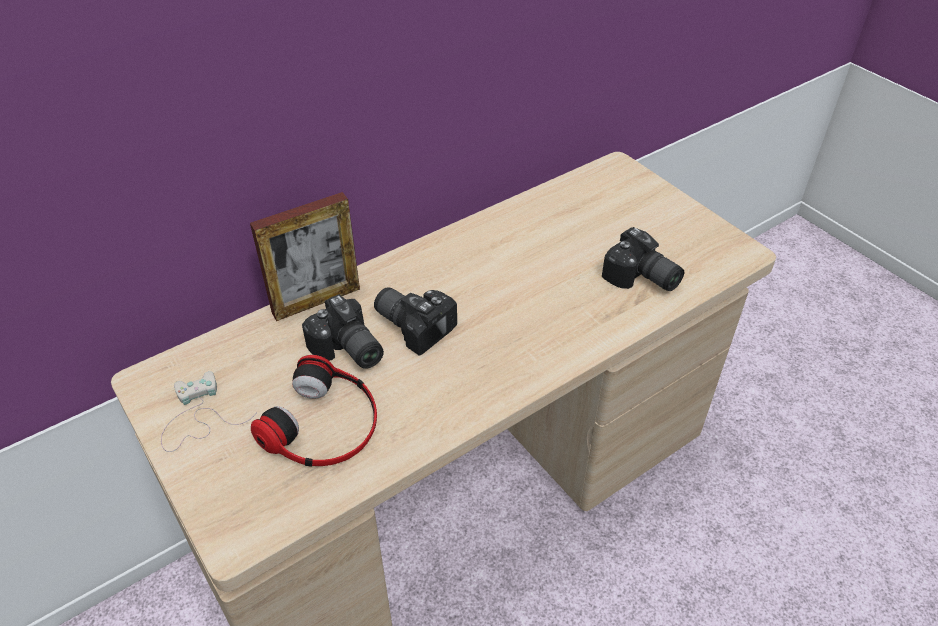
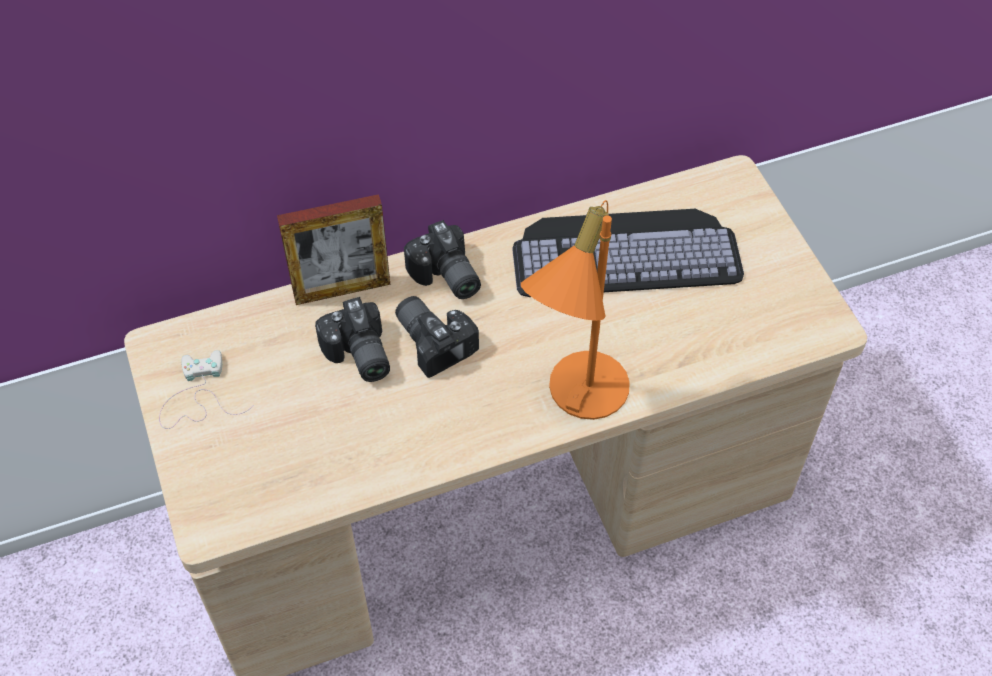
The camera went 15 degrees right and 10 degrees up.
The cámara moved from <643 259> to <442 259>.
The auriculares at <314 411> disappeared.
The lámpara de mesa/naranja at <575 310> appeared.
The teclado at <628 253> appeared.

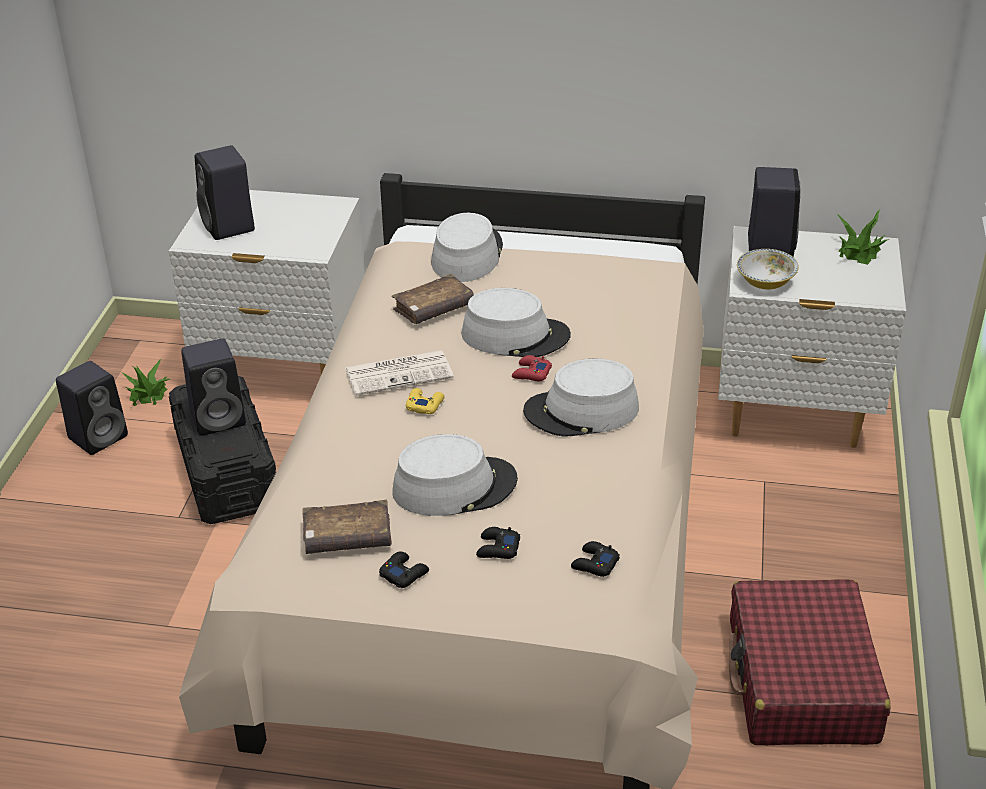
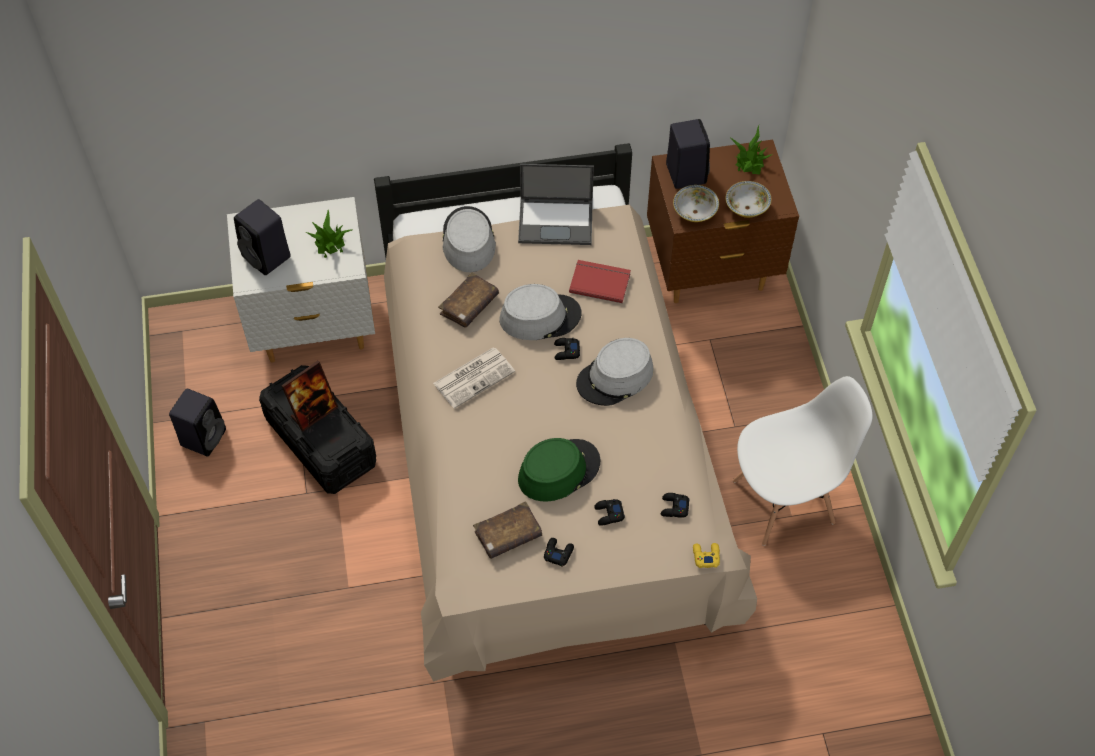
The camera went 20 degrees left and 20 degrees up.
The mesita de noche/blanco at <812 337> became the mesita de noche/marrón at <723 221>.
The altavoz/negro at <213 387> was replaced by the portarretratos at <309 396>.
The mando de consola/rojo at <532 368> became the mando de consola/negro at <567 349>.
The planta en maceta moved from <145 382> to <328 234>.
The mando de consola/amarillo moved from <425 401> to <706 555>.
The sombrero/gris at <455 475> became the sombrero/verde at <559 470>.
The maleta/rojo at <810 662> was replaced by the silla/blanco at <802 461>.
The portátil at <556 204> appeared.
The cuenco at <748 199> appeared.
The libro/rojo at <600 281> appeared.

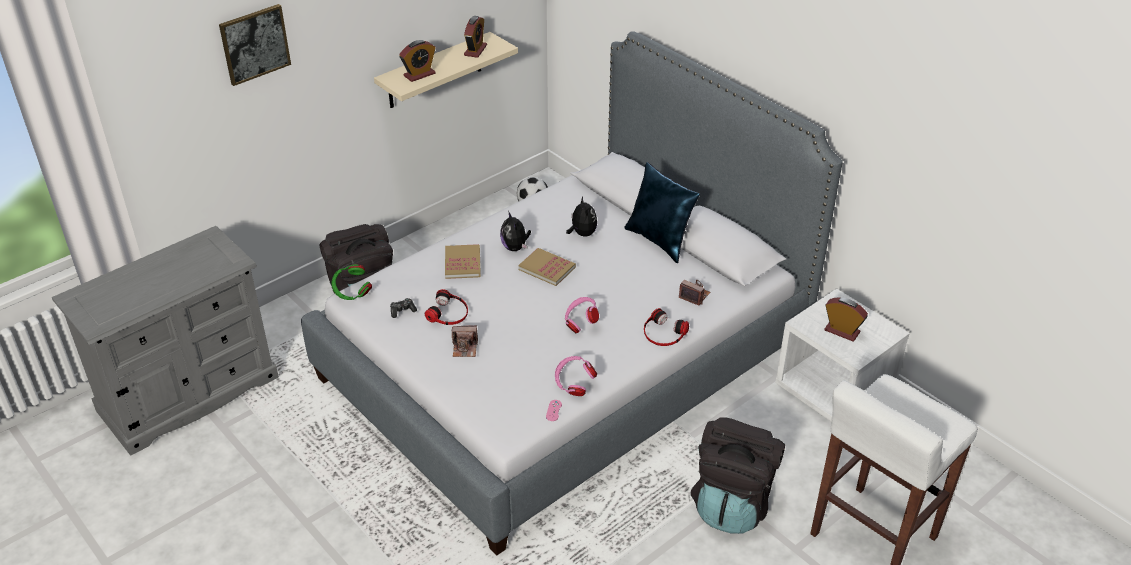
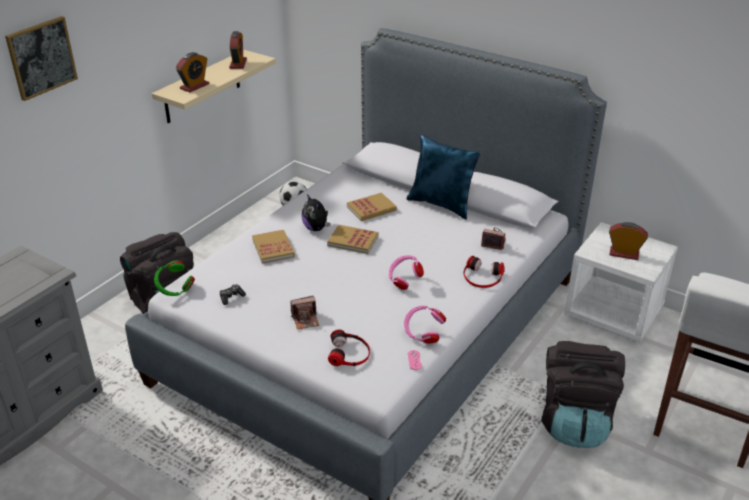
The camera went 15 degrees left and 5 degrees down.
The peluche at <581 216> was replaced by the libro at <372 207>.
The auriculares moved from <446 307> to <349 347>.

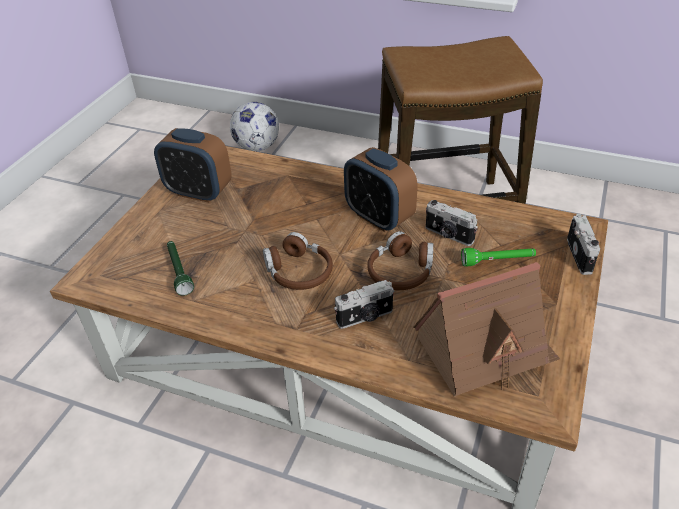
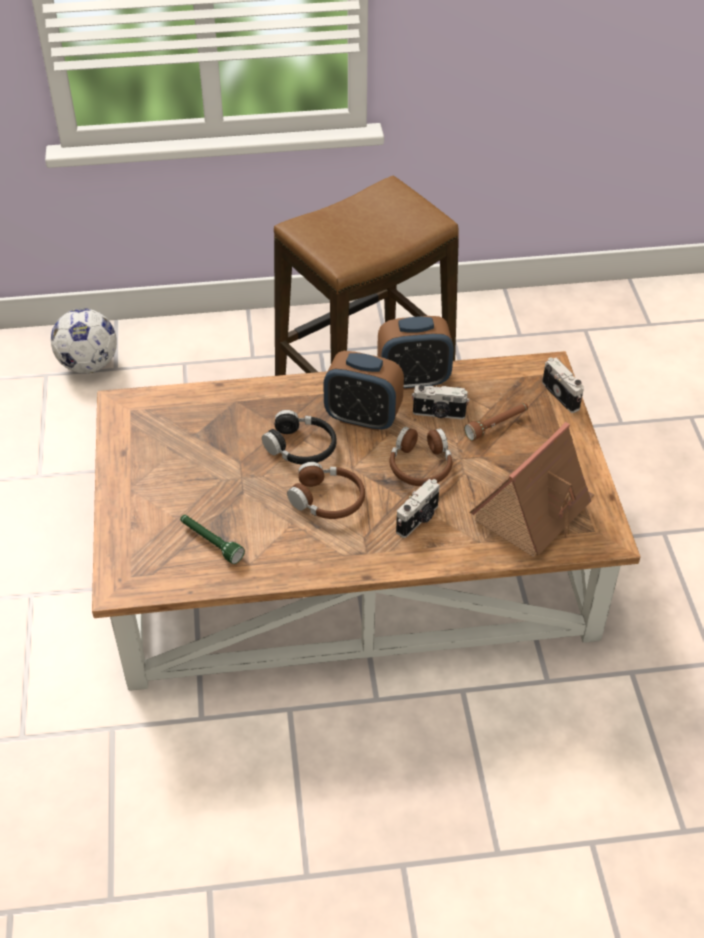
The camera went 30 degrees left and 5 degrees up.
The despertador moved from <193 165> to <415 353>.
The linterna/verde at <498 257> became the linterna/marrón at <496 422>.
The auriculares/negro at <299 437> appeared.

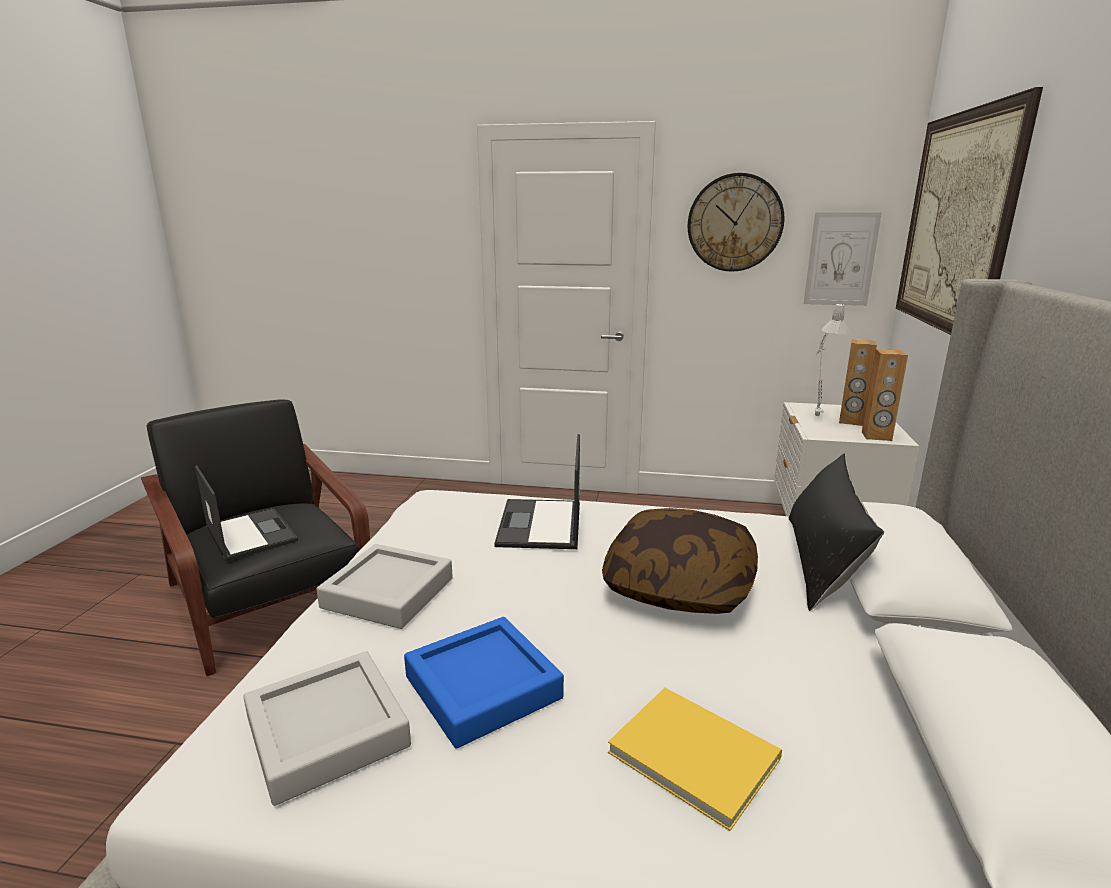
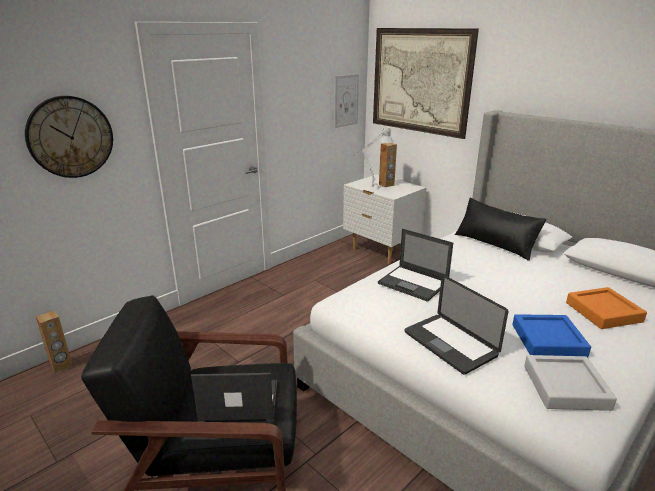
The camera went 55 degrees left and 5 degrees up.
The reloj de pared moved from <736 222> to <69 137>.
The altavoz/marrón moved from <885 395> to <54 341>.
The cojín at <680 561> disappeared.
The bandeja/gris at <385 586> was replaced by the portátil at <456 325>.
The libro/amarillo at <695 759> was replaced by the bandeja/naranja at <606 308>.

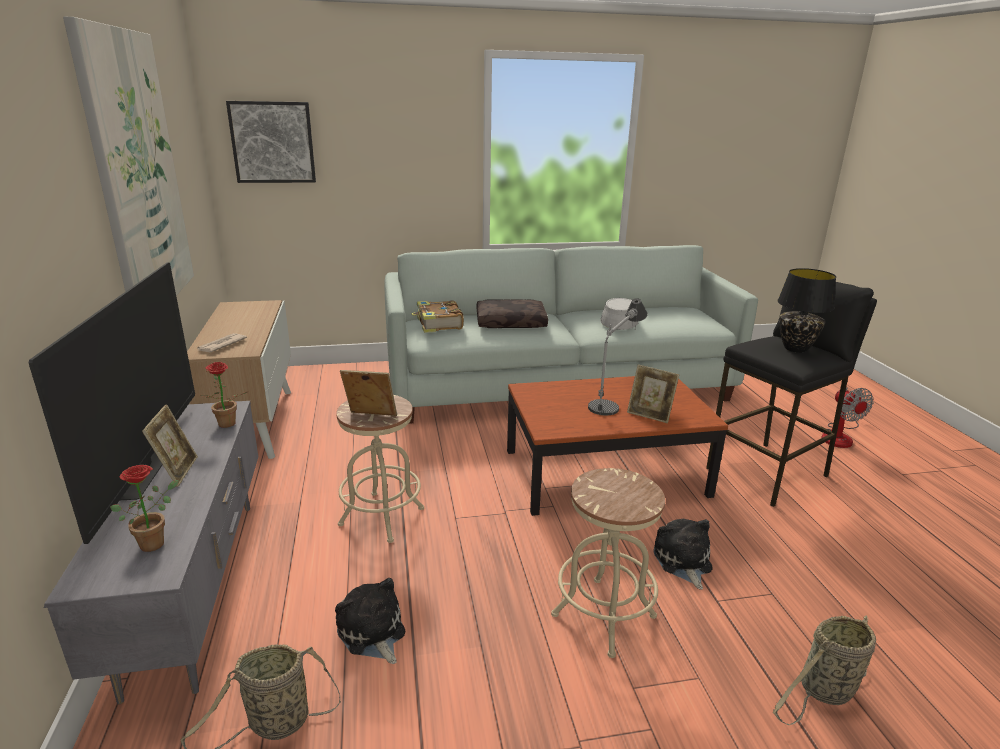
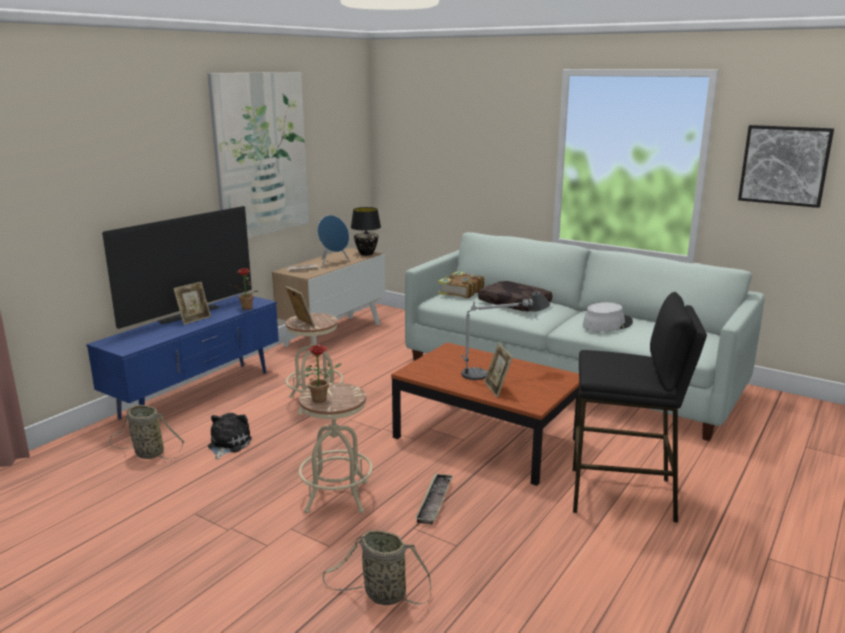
The camera went 45 degrees right and 5 degrees down.
The cuadro moved from <271 142> to <786 166>.
The lámpara de mesa/negro moved from <806 310> to <366 231>.
The ventilador at <847 417> disappeared.
The mueble de televisión/gris at <151 552> became the mueble de televisión/azul at <182 357>.
The planta en maceta moved from <144 508> to <323 374>.
The peluche at <682 554> was replaced by the bandeja at <434 499>.
The altavoz/azul at <333 240> appeared.

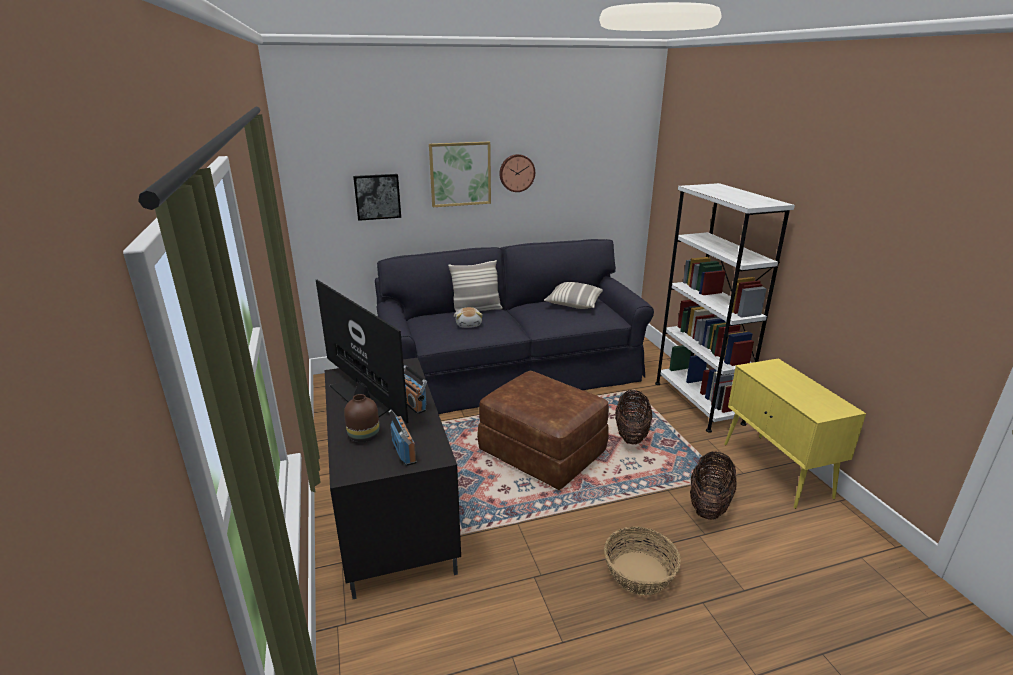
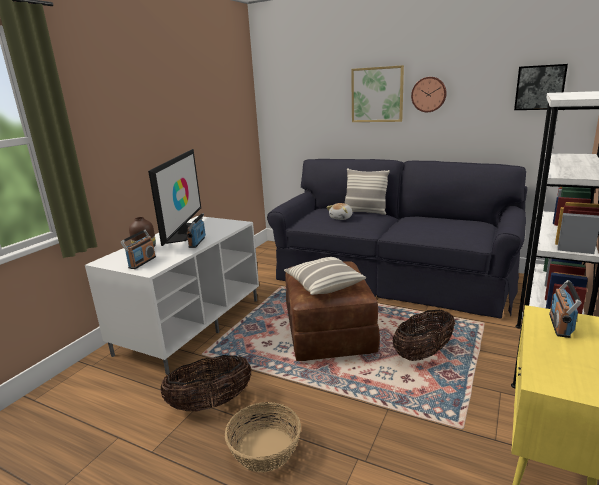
The camera went 45 degrees right and 5 degrees down.
The cuadro moved from <377 197> to <541 87>.
The cojín moved from <573 295> to <325 276>.
The mueble de televisión/negro at <393 478> became the mueble de televisión/blanco at <172 295>.
The cesta moved from <713 485> to <206 383>.
The radio at <565 309> appeared.

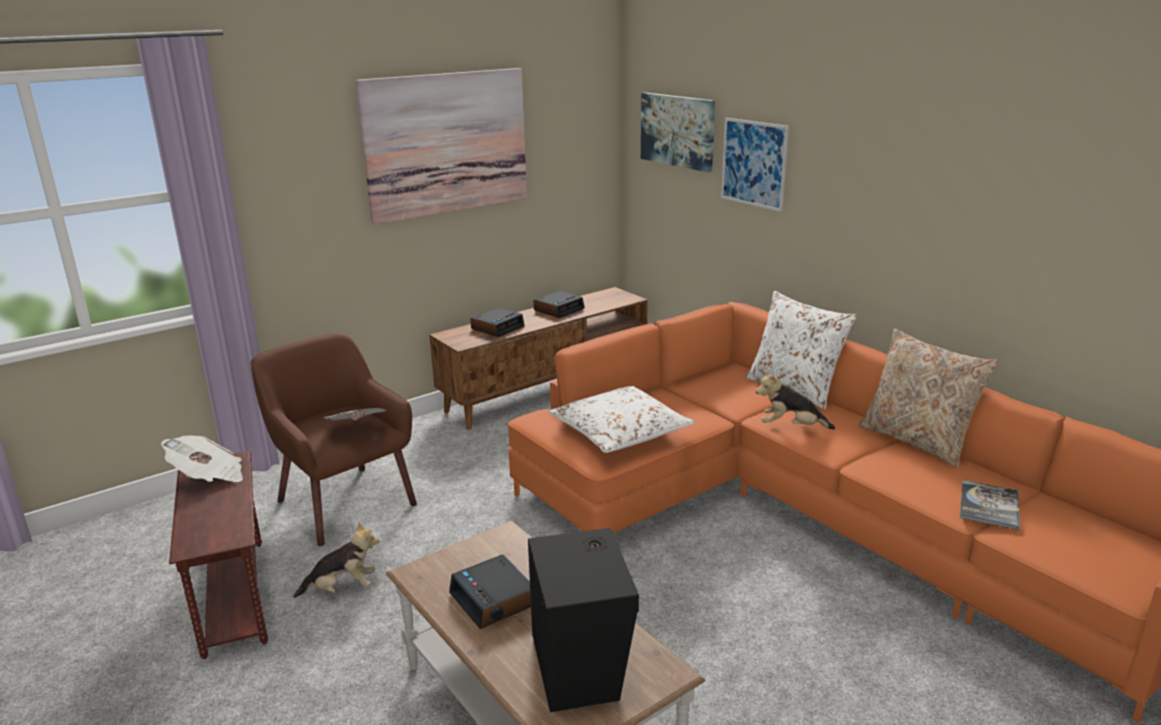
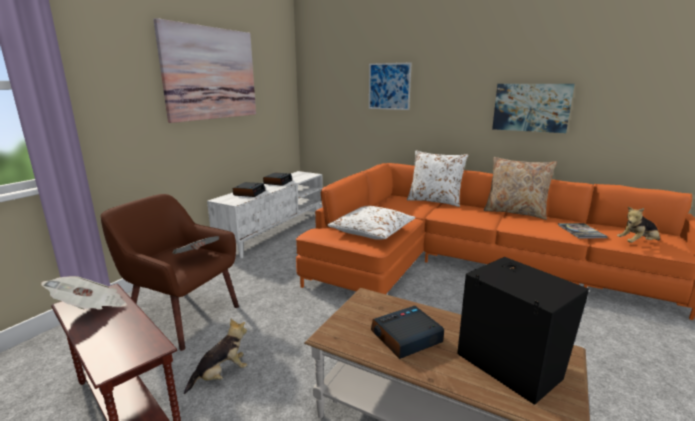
The camera went 25 degrees left and 5 degrees down.
The cuadro moved from <678 132> to <533 108>.
The mueble de televisión/marrón at <538 358> became the mueble de televisión/blanco at <265 214>.
The peluche moved from <795 400> to <638 225>.
The despertador at <490 592> turned 120 degrees clockwise.

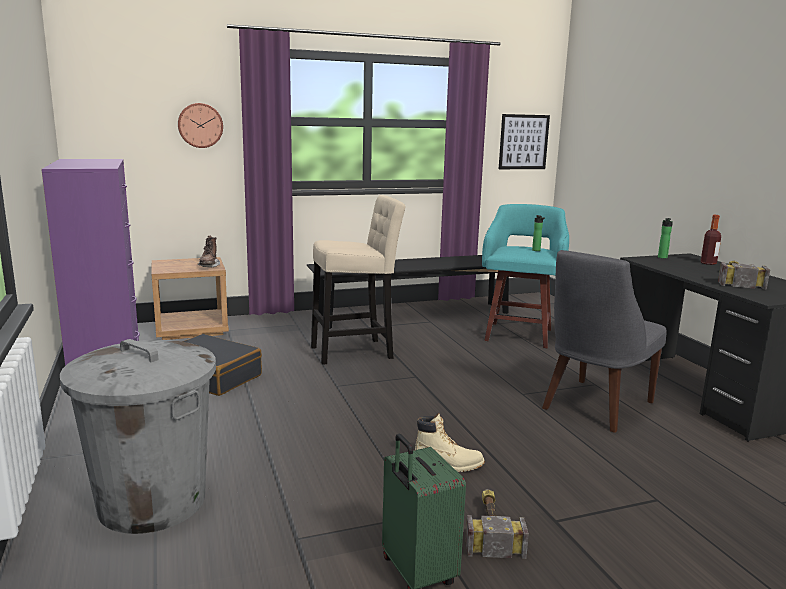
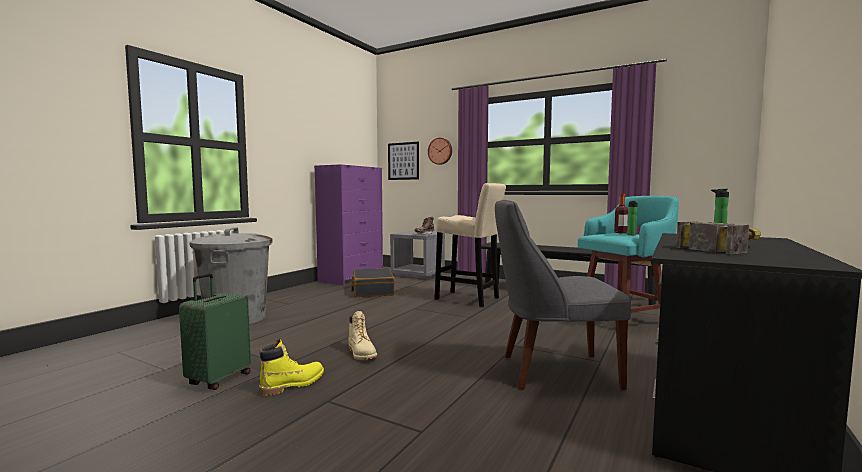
The camera went 50 degrees right and 10 degrees down.
The cuadro moved from <524 141> to <403 161>.
The botella moved from <711 240> to <621 213>.
The mesita de noche/marrón at <190 298> became the mesita de noche/gris at <417 255>.
The martillo at <497 524> was replaced by the bota/amarillo at <291 367>.

